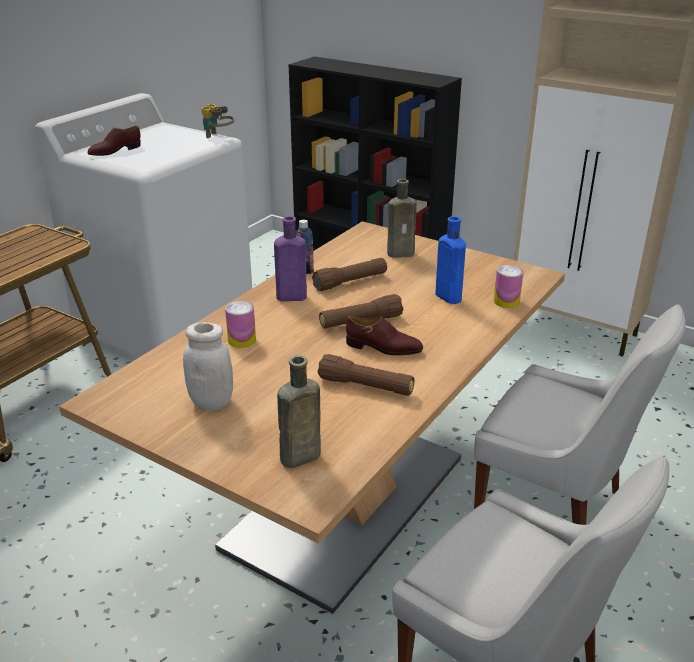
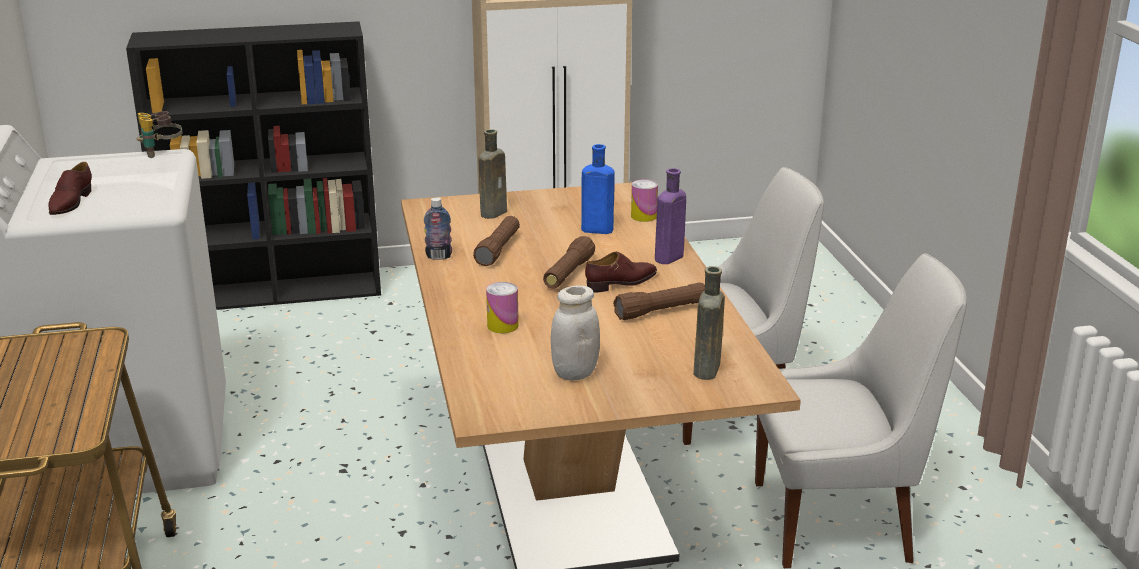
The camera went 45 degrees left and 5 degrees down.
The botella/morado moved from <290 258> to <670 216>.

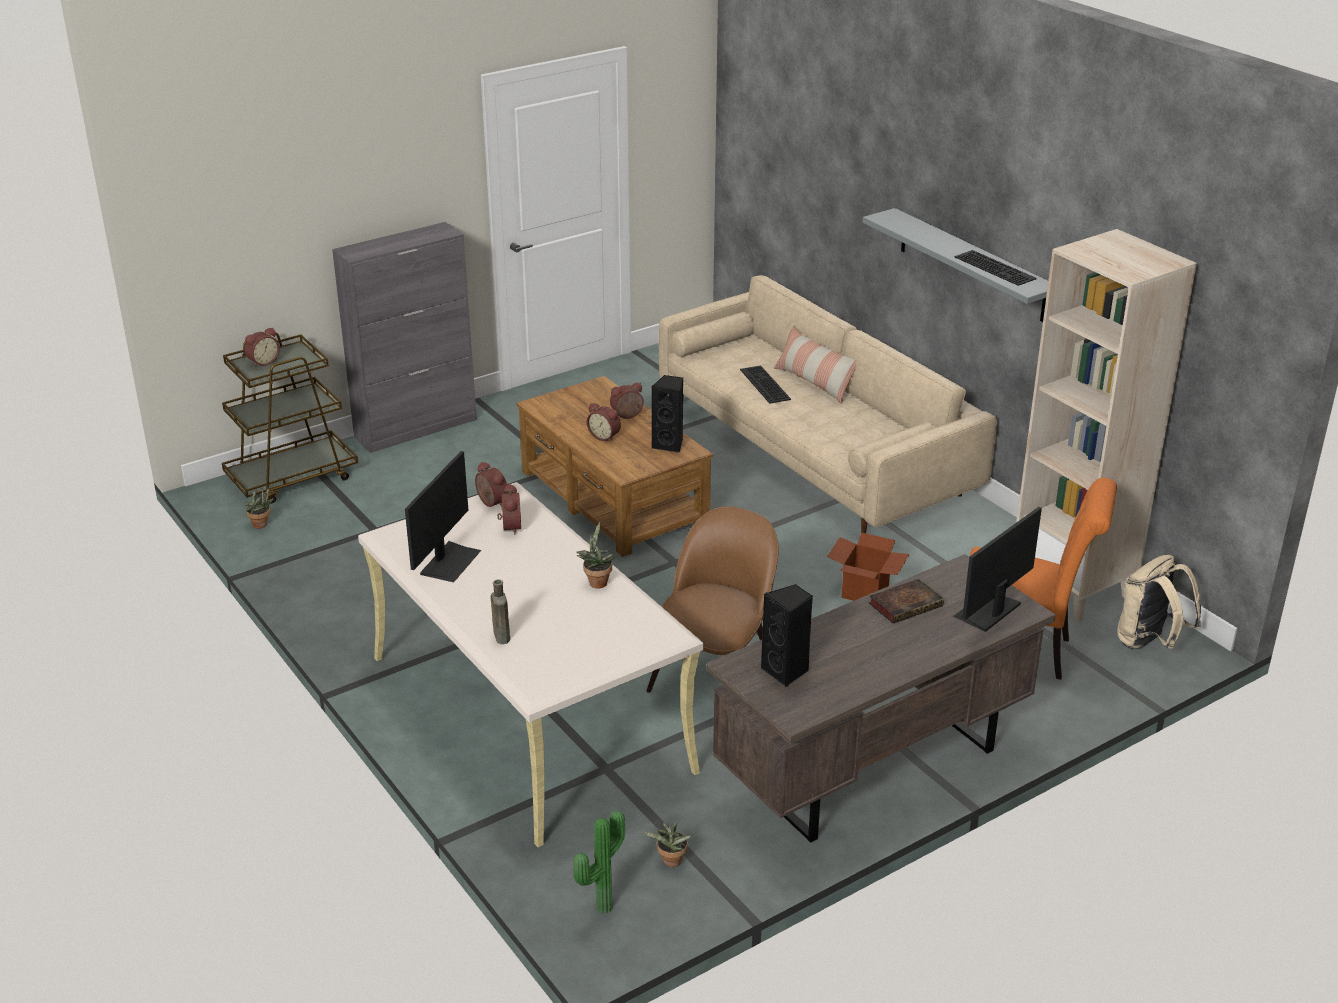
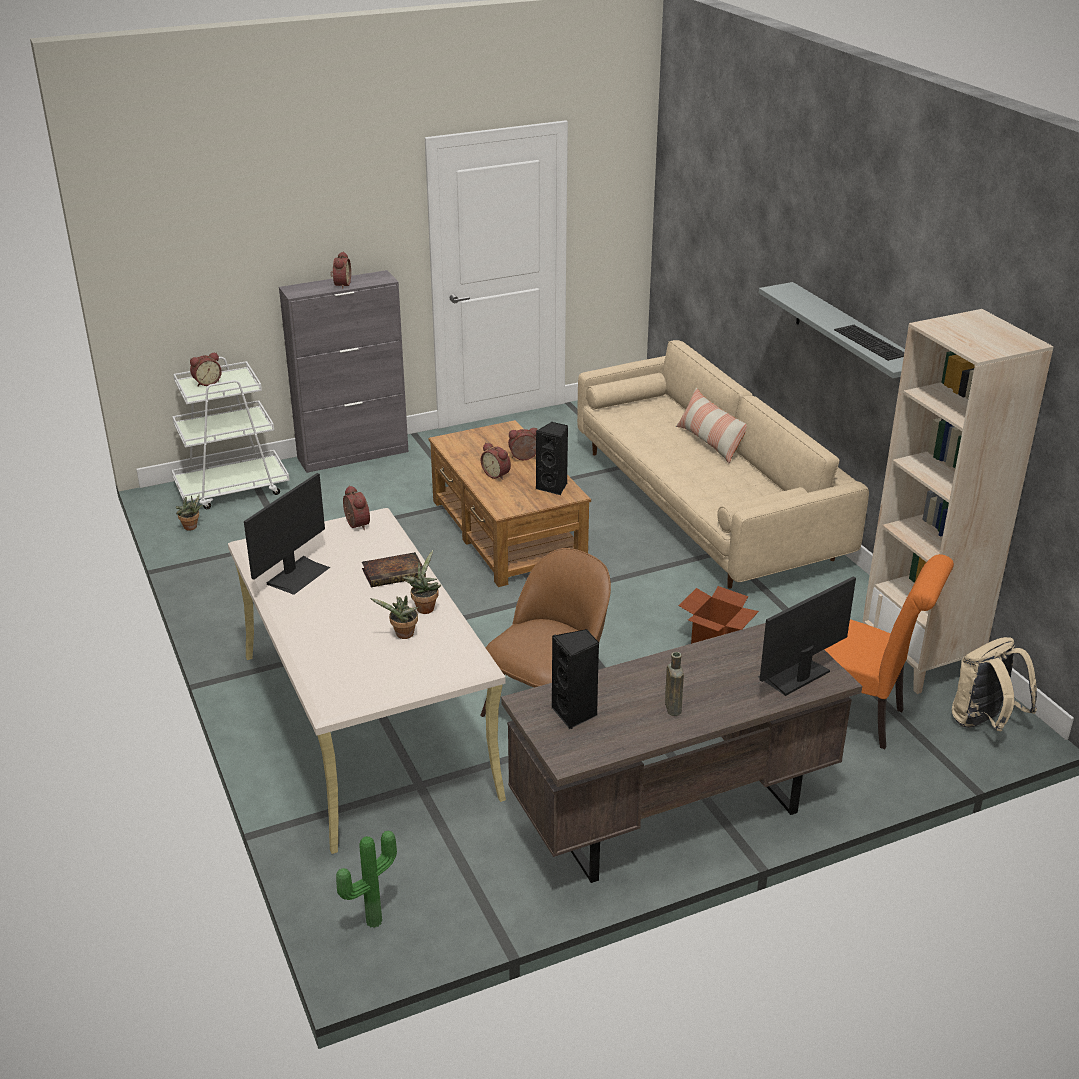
The camera went 10 degrees right and 0 degrees up.
The carrito/marrón at <290 417> became the carrito/blanco at <230 433>.
The teclado at <765 384> disappeared.
The despertador moved from <509 509> to <340 270>.
The botella/marrón moved from <500 611> to <674 684>.
The libro moved from <906 601> to <394 569>.
The planta en maceta moved from <667 845> to <394 617>.

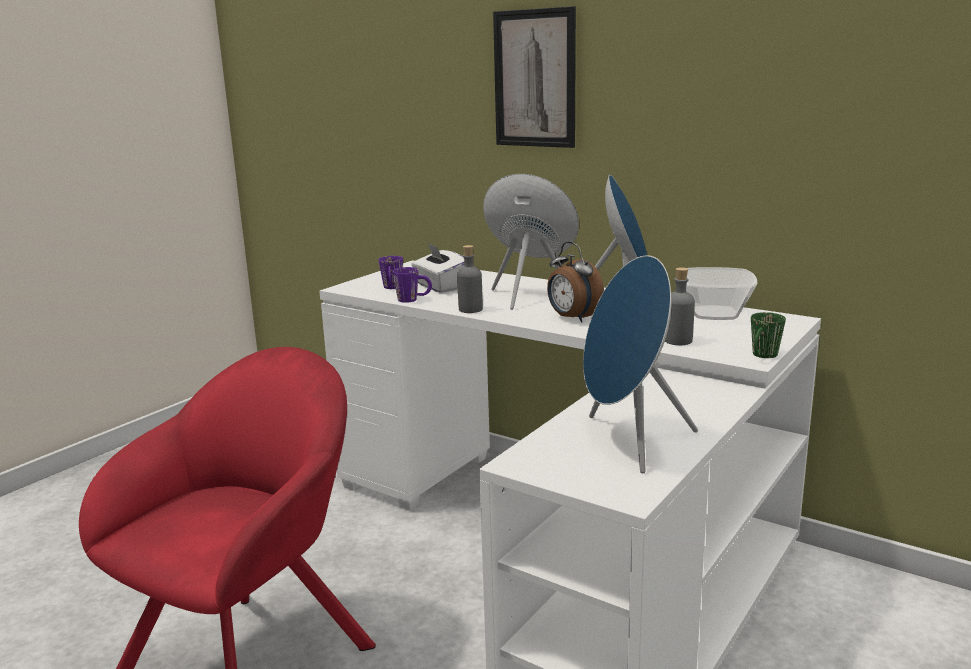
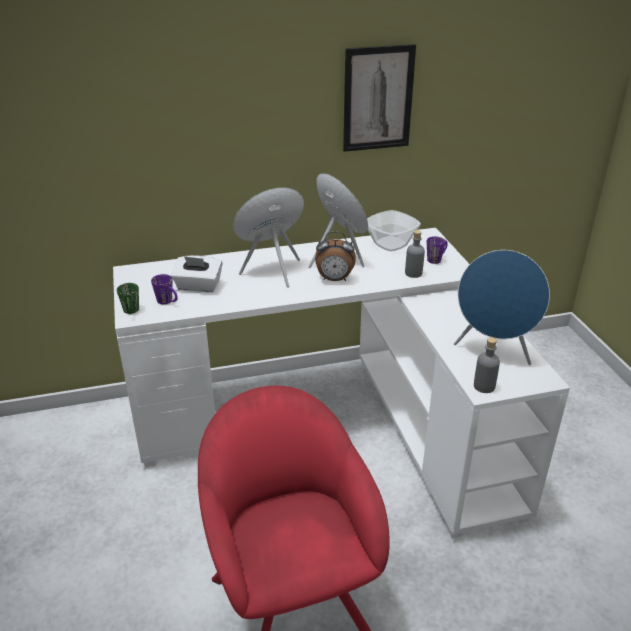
The camera went 50 degrees left and 15 degrees up.
The cuadro moved from <534 77> to <379 98>.
The botella/gris moved from <470 279> to <487 365>.
The taza grande/morado moved from <412 285> to <437 250>.
The taza grande/verde moved from <768 335> to <128 298>.

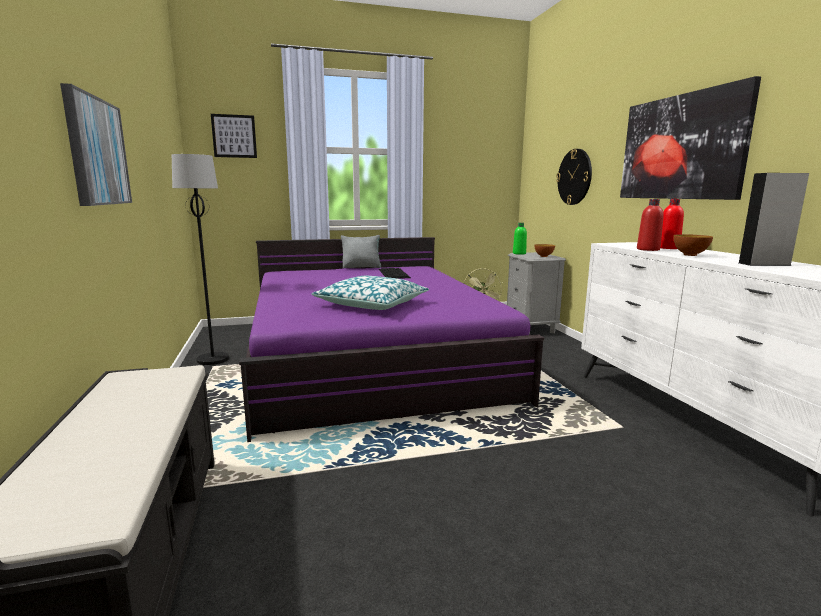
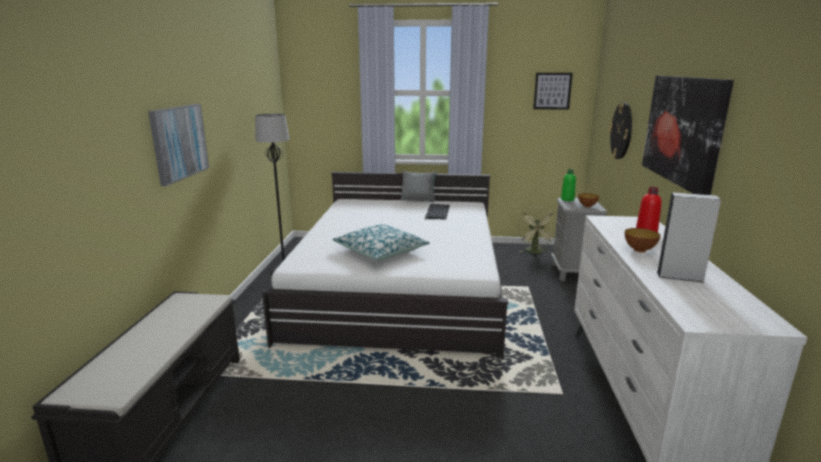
The camera went 20 degrees right and 5 degrees up.
The cuadro moved from <234 136> to <553 91>.
The botella/rojo at <650 225> disappeared.
The cama/morado at <391 339> became the cama/blanco at <384 265>.

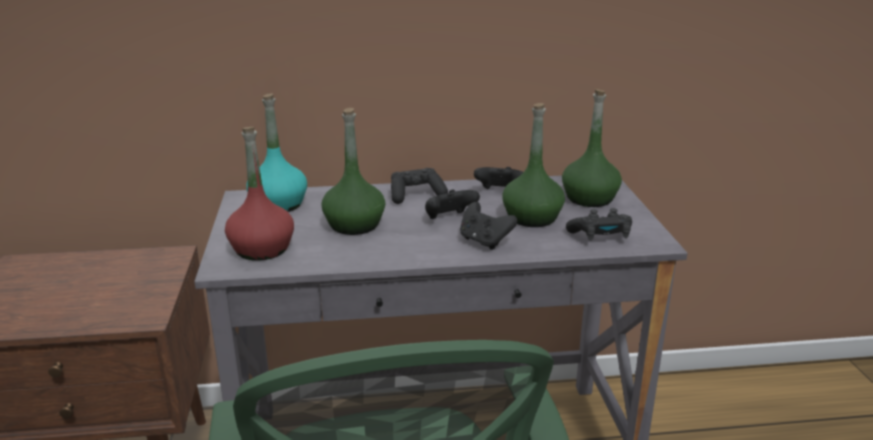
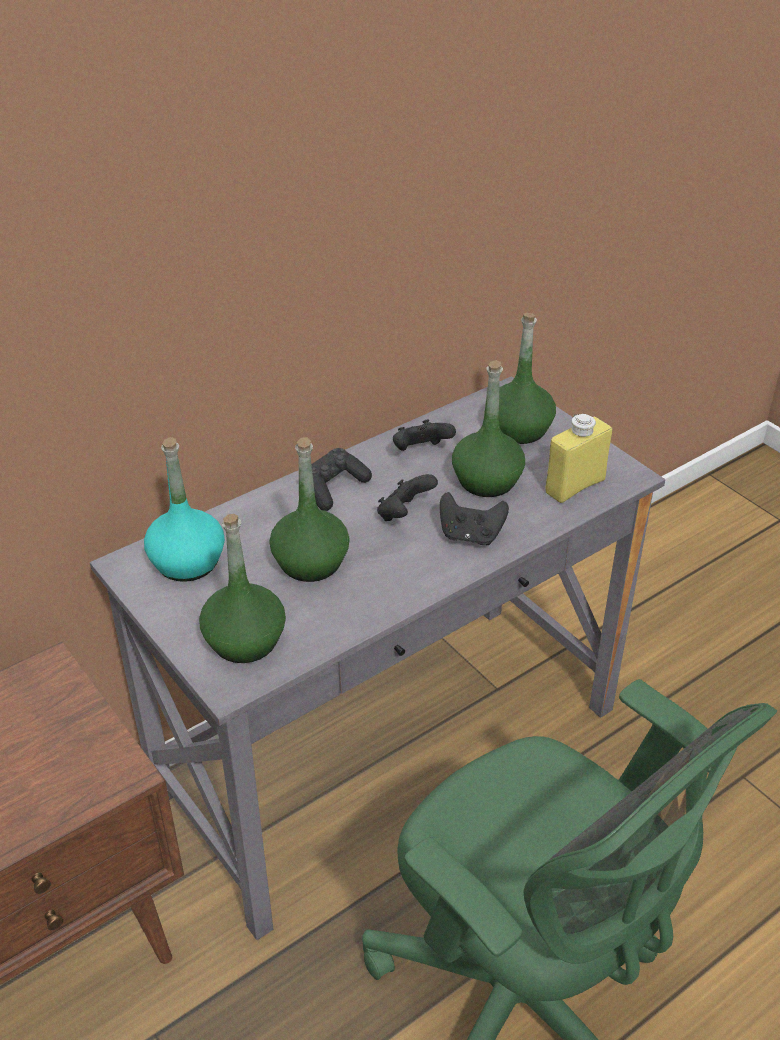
The camera went 30 degrees left and 15 degrees up.
The botella/rojo at <259 194> became the botella/verde at <242 588>.
The mando de consola/negro at <599 224> was replaced by the botella/amarillo at <578 458>.

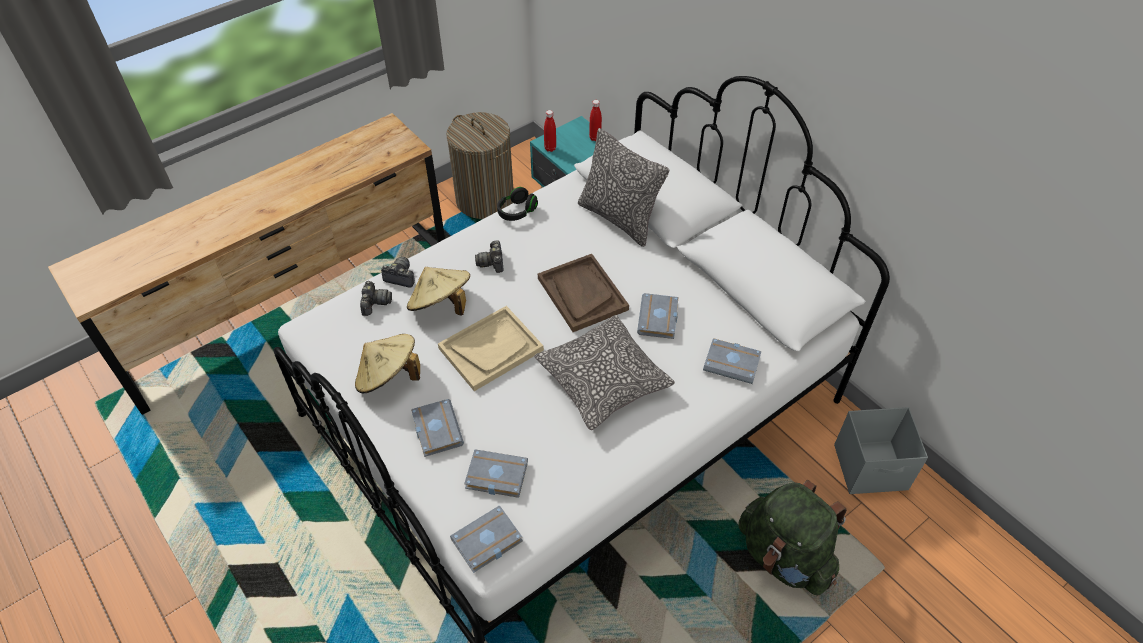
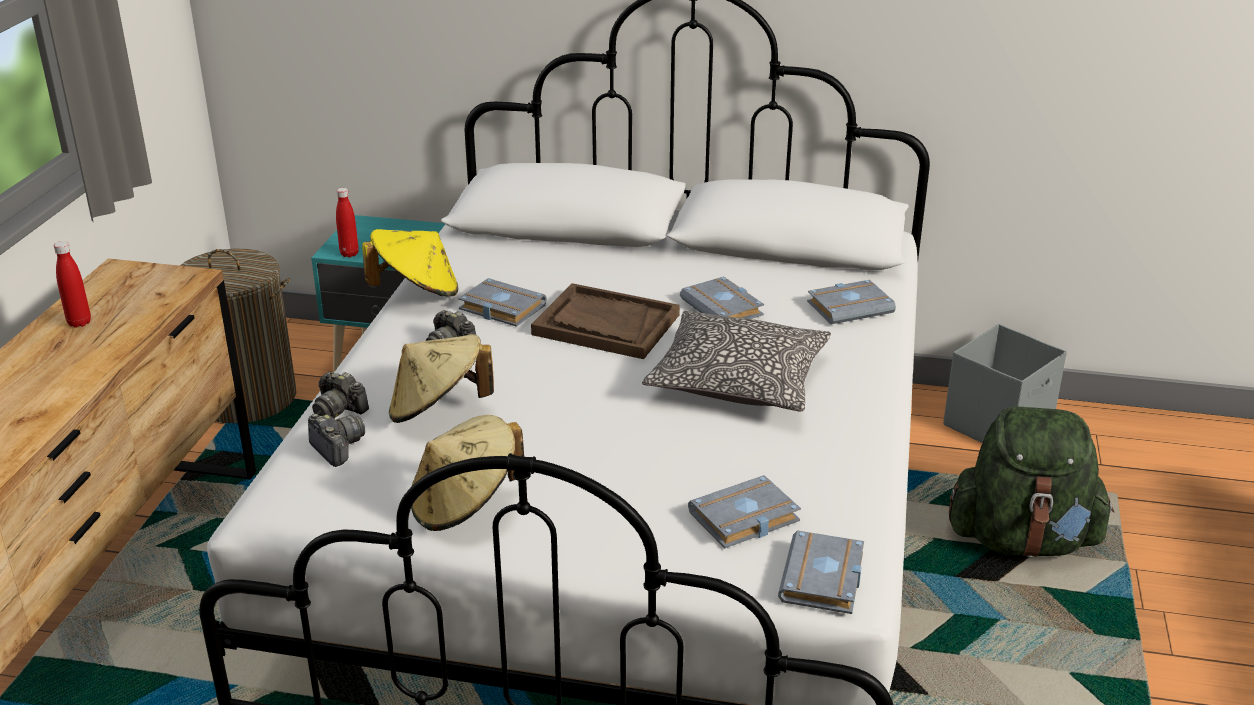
The camera went 40 degrees left and 20 degrees down.
The botella/rojo moved from <595 120> to <72 284>.
The cojín at <623 187> disappeared.
The auriculares/negro at <517 204> was replaced by the sombrero/amarillo at <410 262>.
The cámara at <398 272> turned 120 degrees counterclockwise.
The bandeja/beis at <491 348> disappeared.
The libro/gris moved from <437 428> to <502 302>.

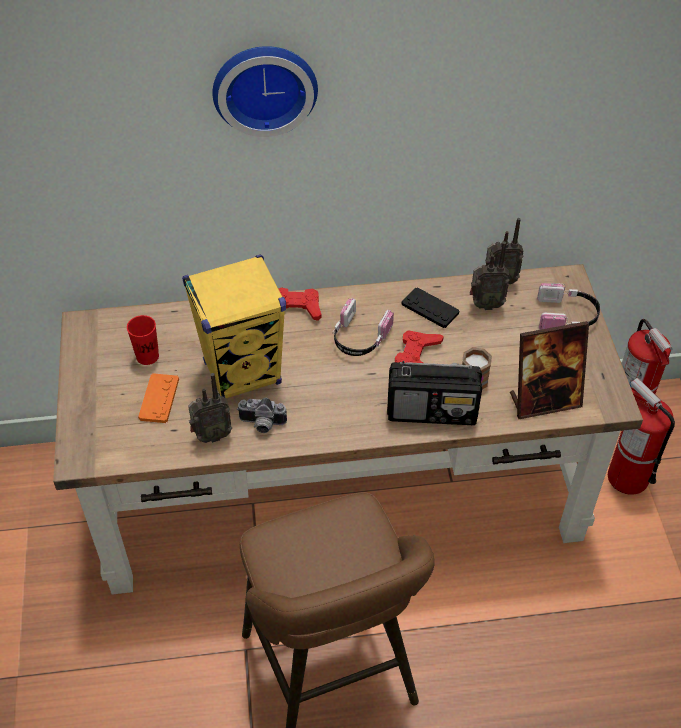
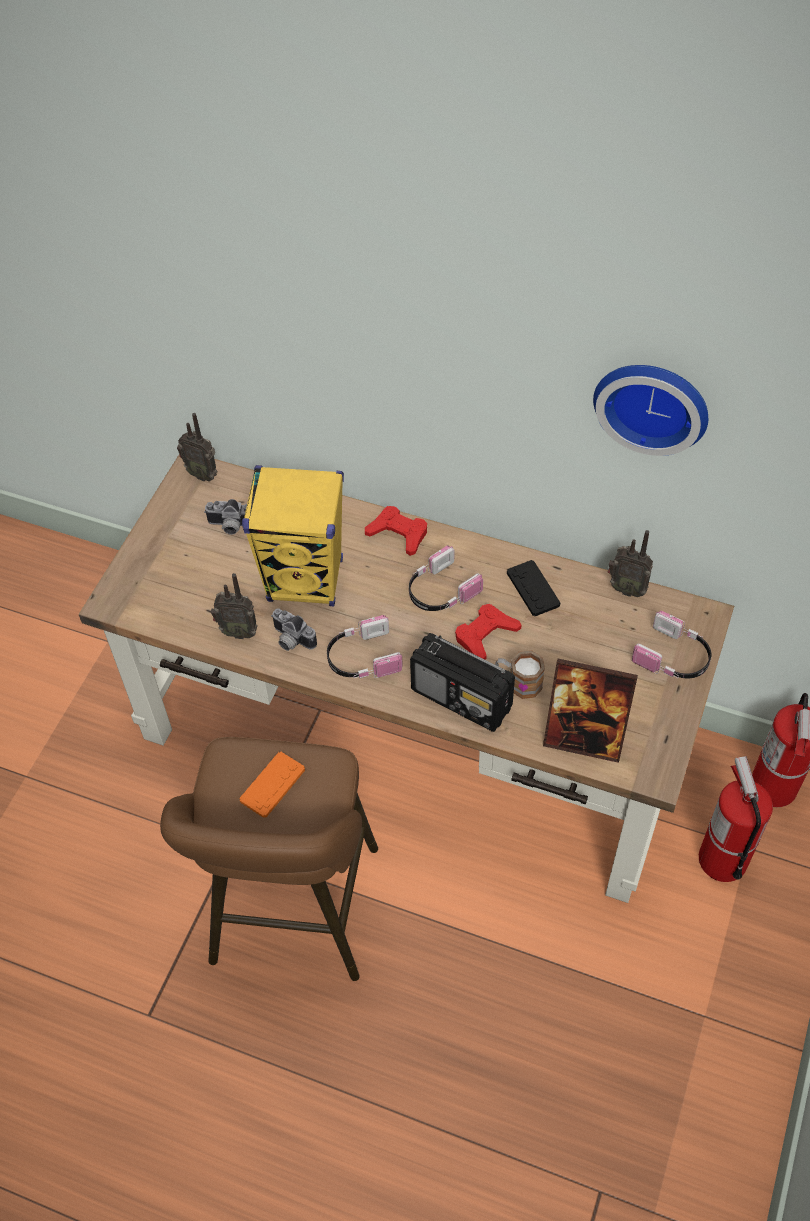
The camera went 30 degrees right and 5 degrees up.
The reloj de pared moved from <265 91> to <650 410>.
The radio moved from <490 276> to <197 447>.
The taza/rojo at <143 340> was replaced by the cámara at <225 517>.
The mando de consola/naranja moved from <158 398> to <272 785>.
The auriculares at <365 646> appeared.

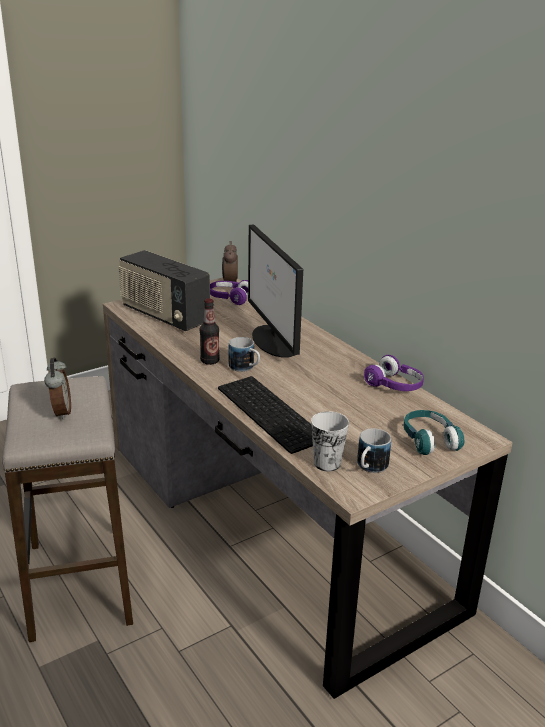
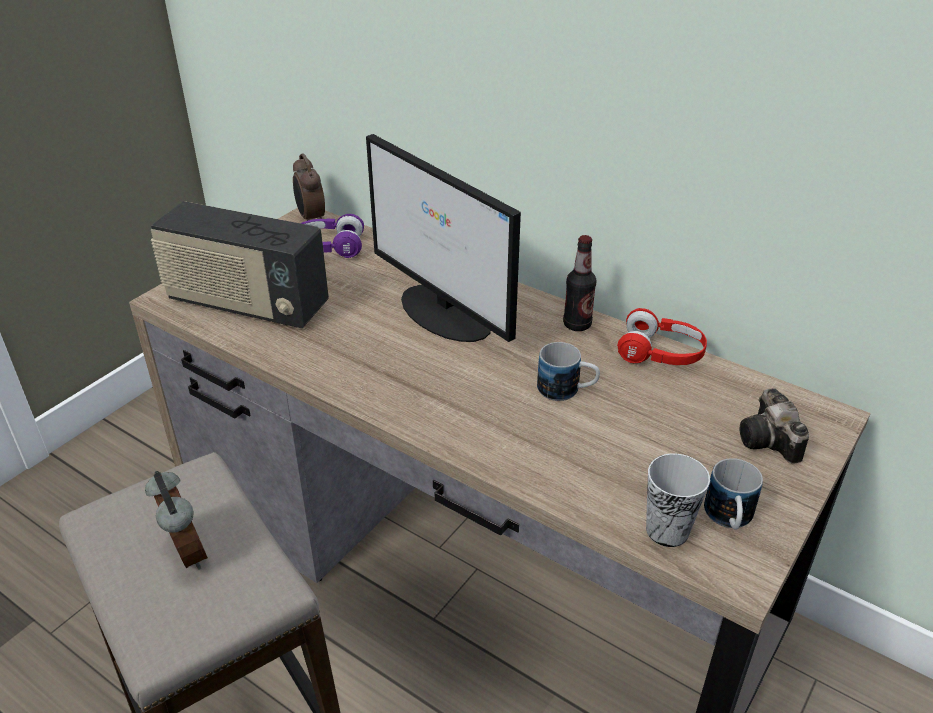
The camera went 20 degrees left and 10 degrees up.
The botella moved from <210 331> to <580 283>.
The taza grande moved from <244 354> to <568 371>.
The auriculares/morado at <394 373> became the auriculares/rojo at <662 336>.
The teclado at <265 415> disappeared.
The auriculares/turquesa at <434 432> was replaced by the cámara at <774 426>.

